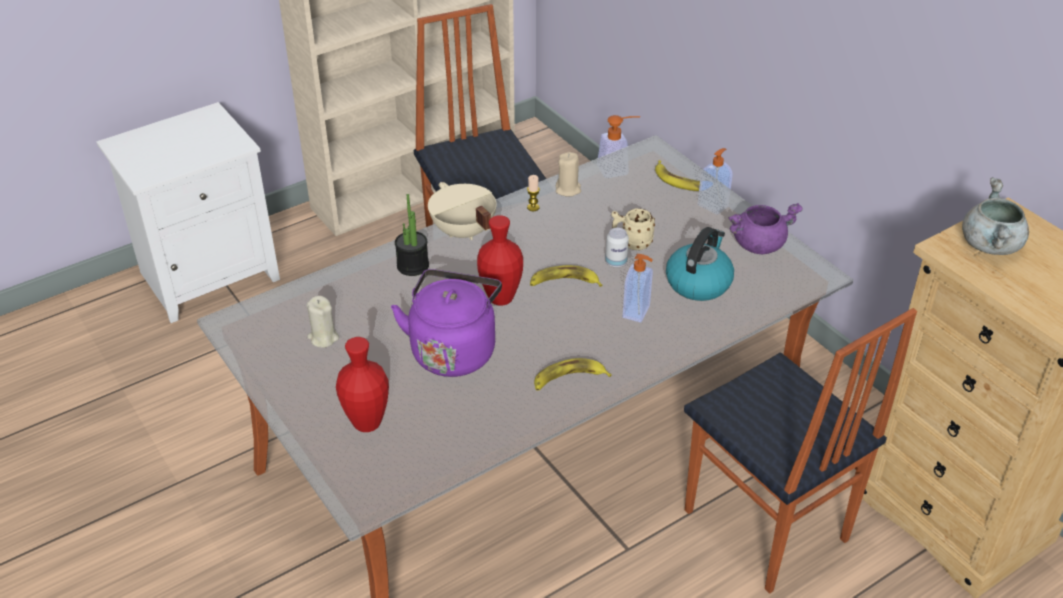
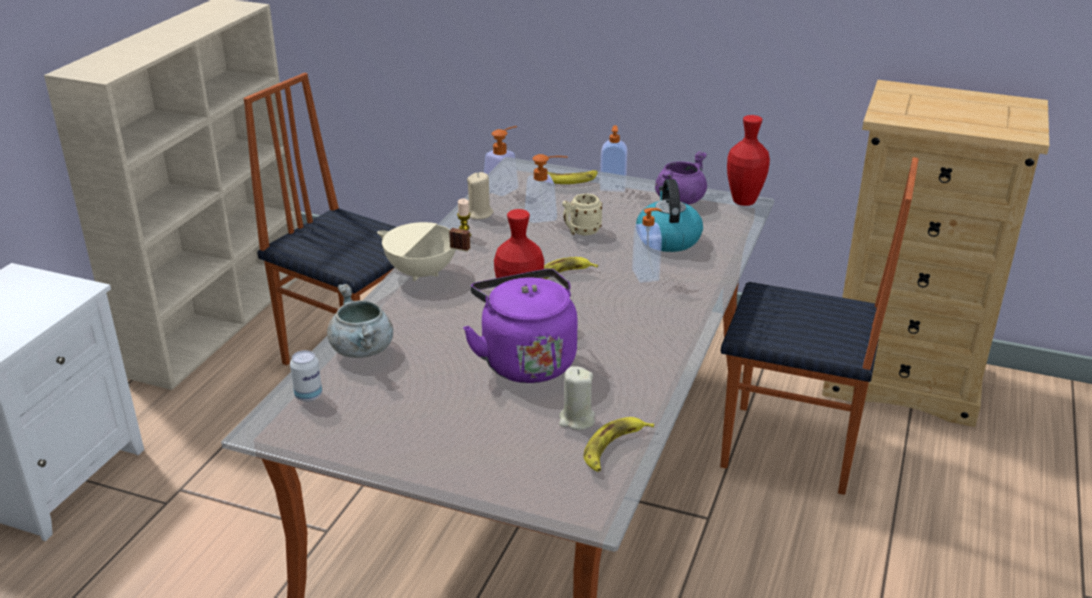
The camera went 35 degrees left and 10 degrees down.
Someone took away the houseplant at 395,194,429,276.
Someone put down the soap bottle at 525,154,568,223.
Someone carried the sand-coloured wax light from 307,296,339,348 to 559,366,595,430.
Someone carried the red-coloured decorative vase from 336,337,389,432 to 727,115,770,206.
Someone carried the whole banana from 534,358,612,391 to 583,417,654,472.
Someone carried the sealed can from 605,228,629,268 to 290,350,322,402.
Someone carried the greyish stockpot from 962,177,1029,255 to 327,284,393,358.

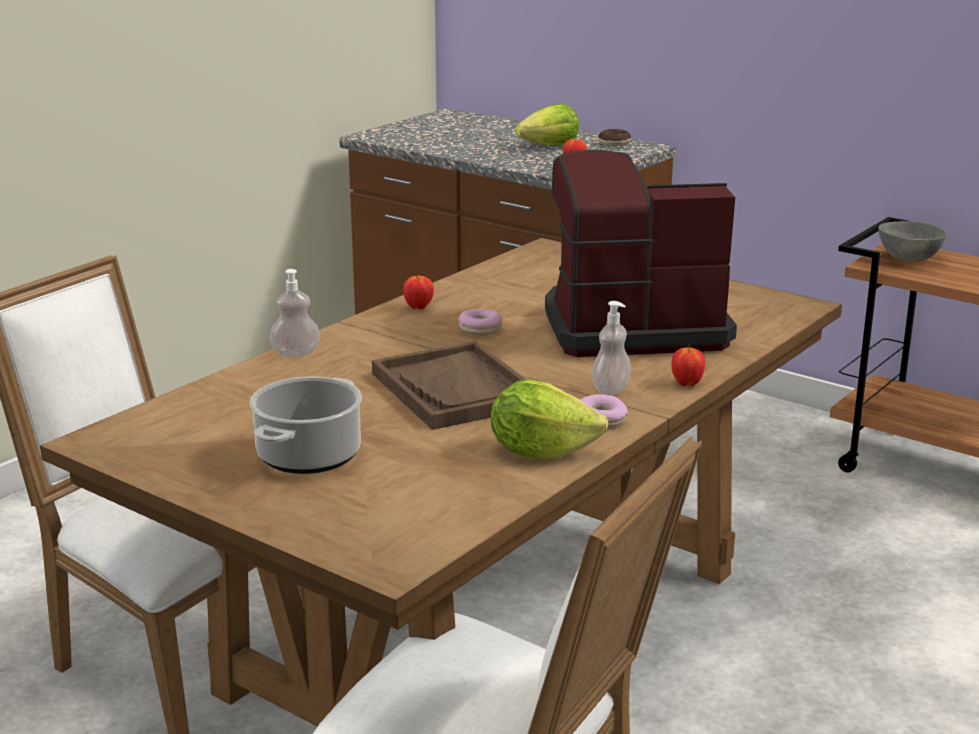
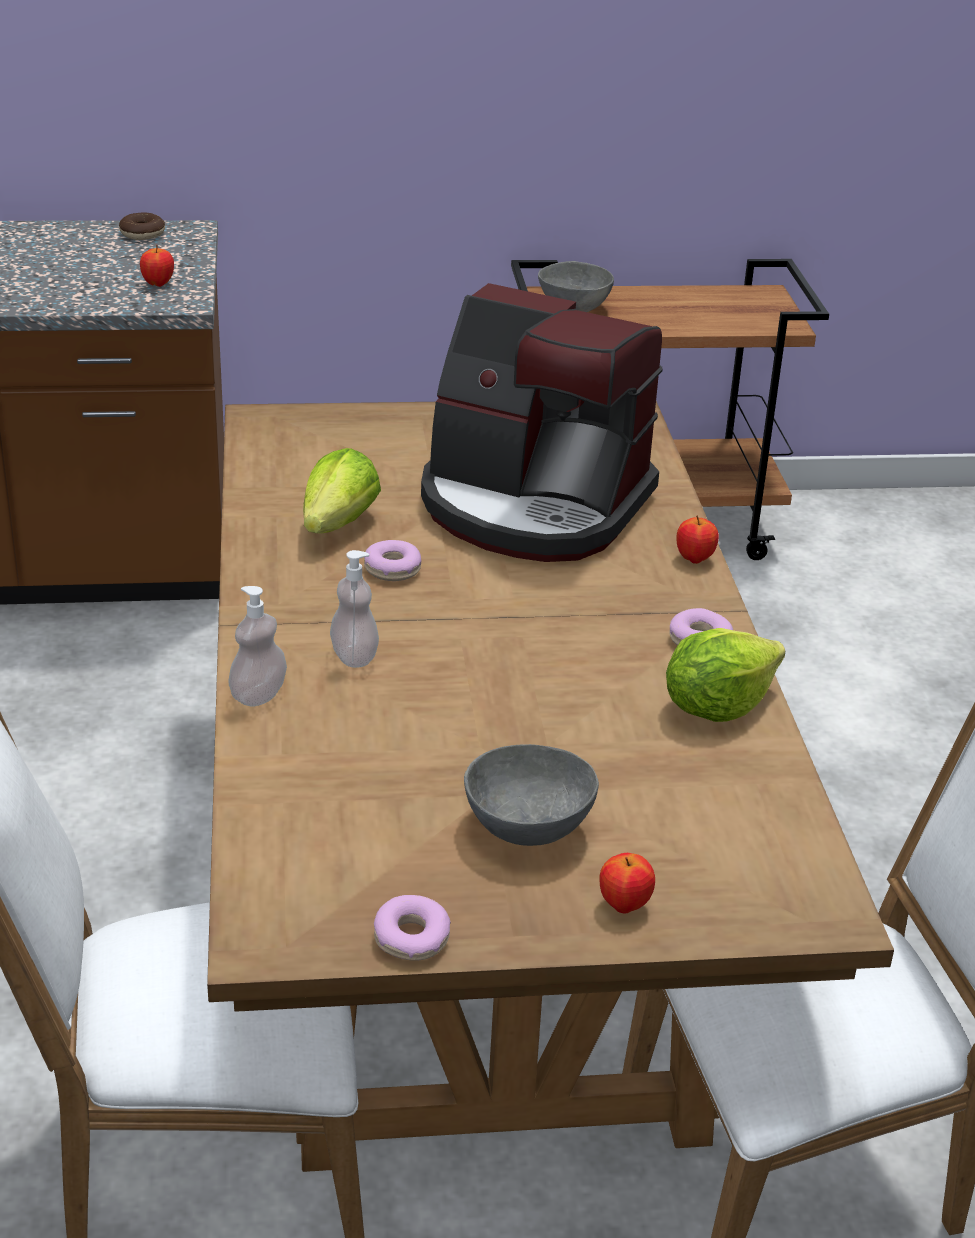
The camera went 45 degrees left and 10 degrees up.
Someone took away the brown-coloured carrying tray at 372,341,526,430.
Someone put down the ring doughnut at 374,895,451,961.
Someone carried the apple fruit from 403,273,434,310 to 599,853,655,914.
Someone carried the lettuce head from 516,104,579,145 to 303,448,381,534.
Someone carried the soap bottle from 592,301,631,395 to 330,550,379,668.
Someone swapped the stockpot at 249,376,362,474 for the greyish serving bowl at 464,744,599,846.
Someone rotated the coffee brewer at 545,150,737,357 by 105 degrees counterclockwise.

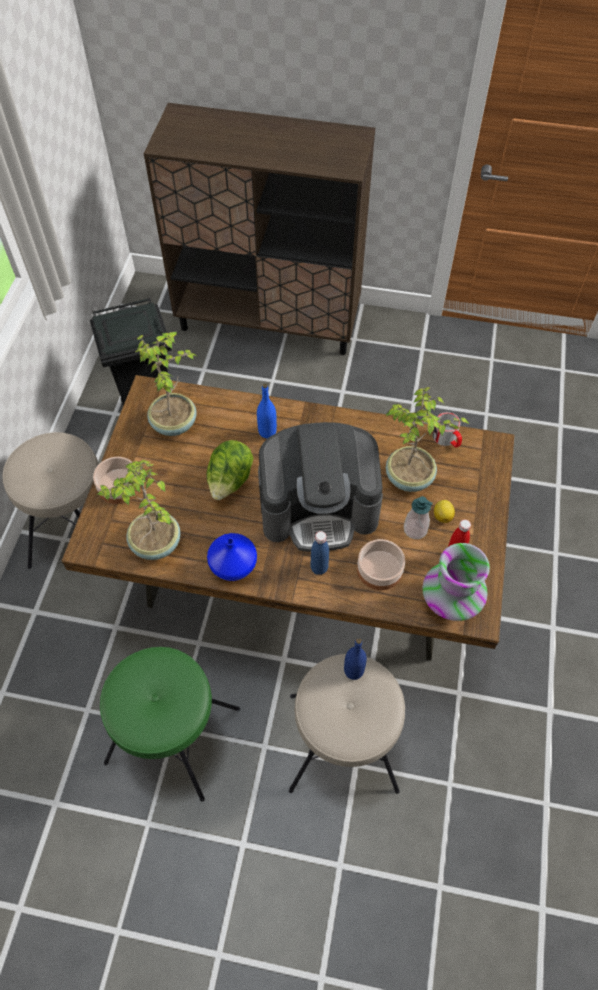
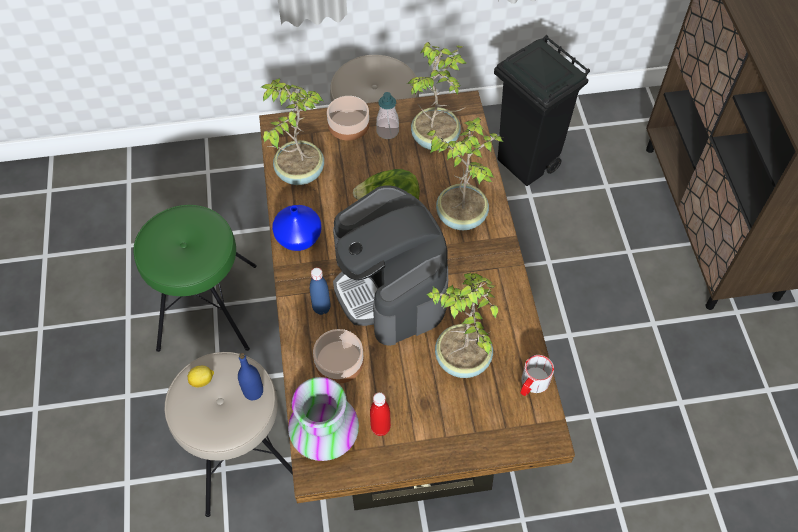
The camera went 70 degrees right and 0 degrees up.
Someone carried the soap bottle from 404,496,433,539 to 376,92,399,139.
Someone carried the citrus fruit from 434,500,455,523 to 187,366,214,387.
Someone swapped the blue-coloured drink bottle at 257,384,277,438 for the houseplant at 427,117,503,230.

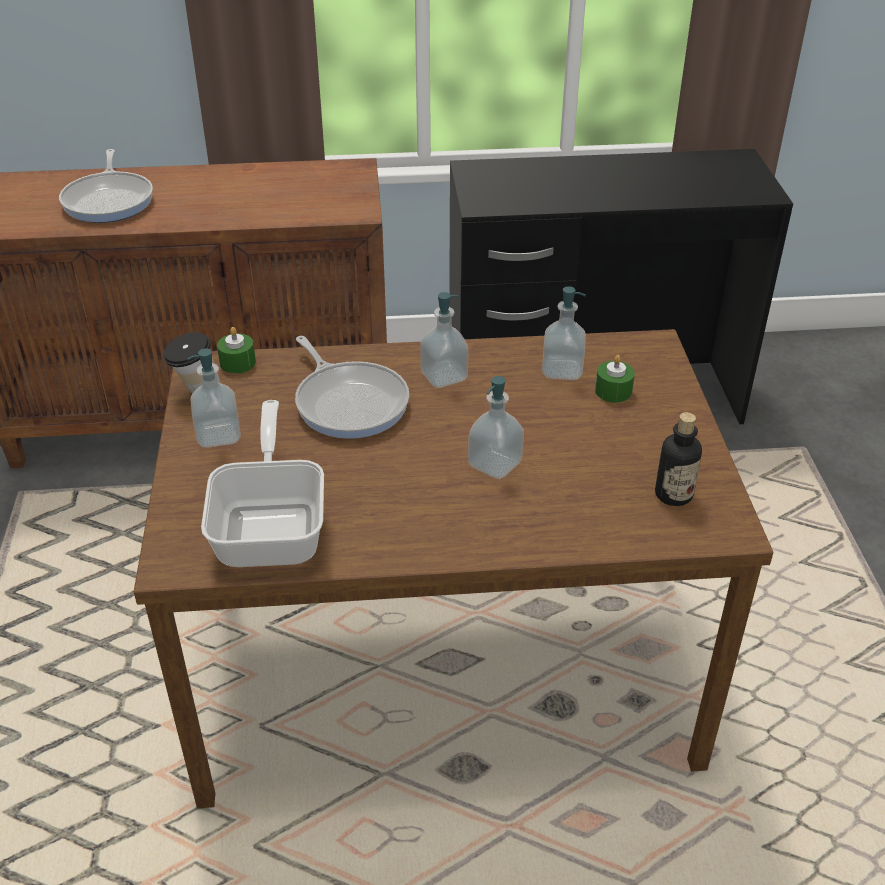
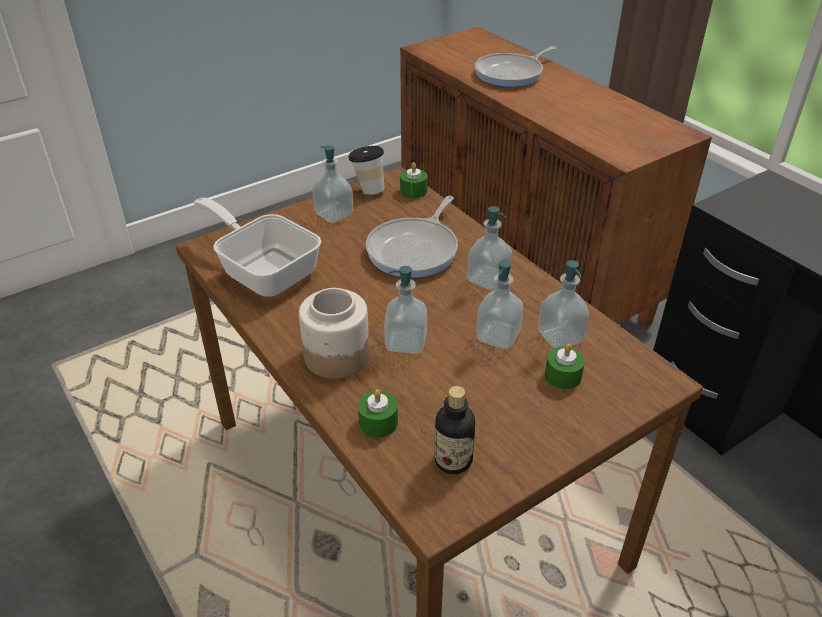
The camera went 60 degrees right and 0 degrees up.
Someone put down the jar at 299,288,369,379.
Someone put down the greenish wax light at 358,389,398,438.
Someone put down the soap bottle at 476,260,524,349.
Someone rotated the pan at 201,400,324,567 by 105 degrees counterclockwise.

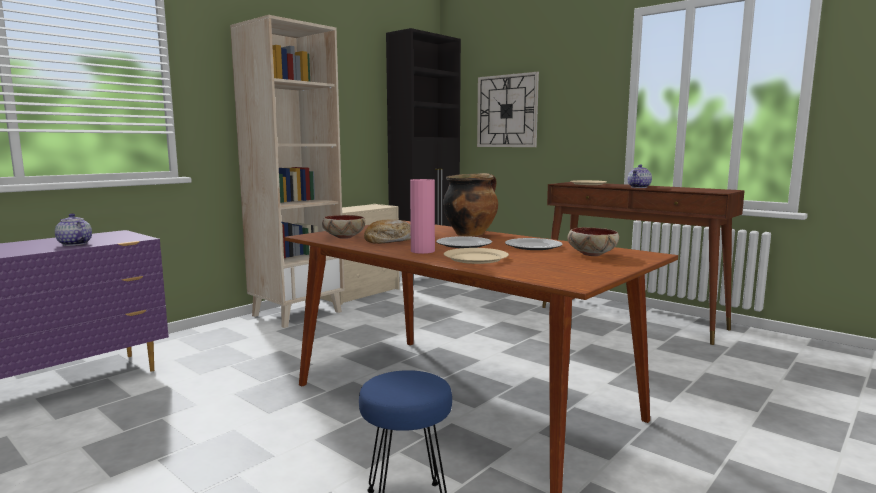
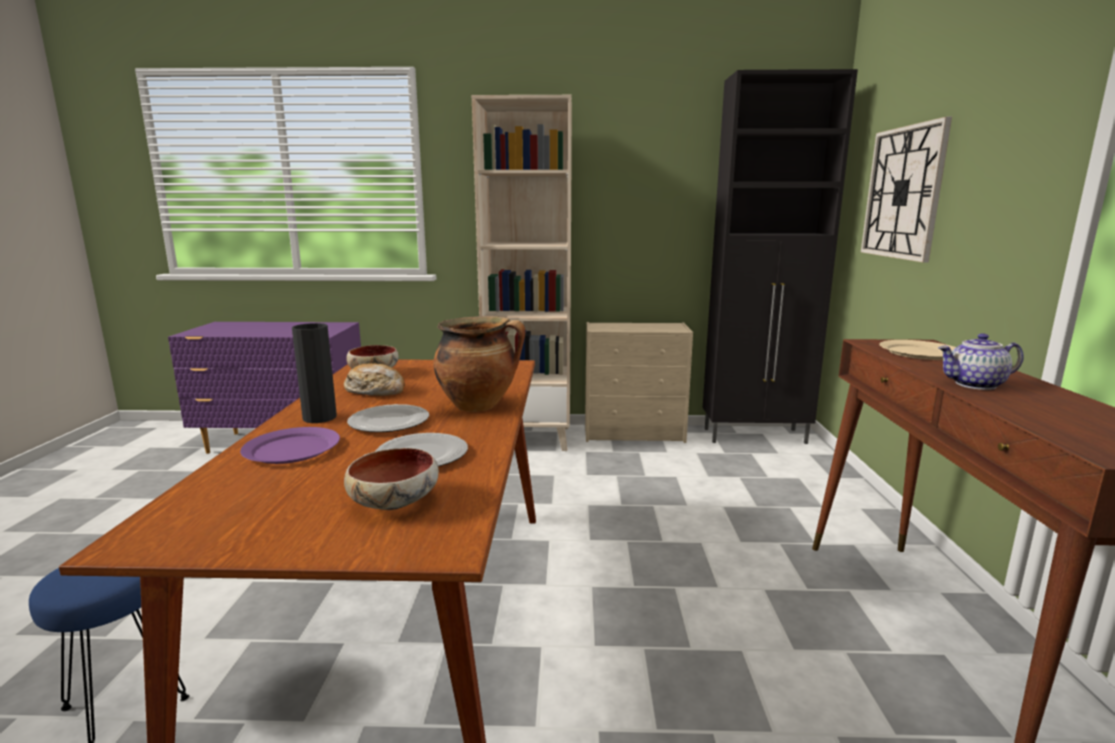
The camera went 50 degrees right and 5 degrees up.
Someone took away the teapot at 55,213,92,246.
Someone repainted the pink decorative vase at 410,179,435,254, which became the black-coloured decorative vase at 292,323,337,423.
Someone repainted the sand-coloured flat dish at 444,248,509,264, which became the purple-coloured flat dish at 240,427,340,464.

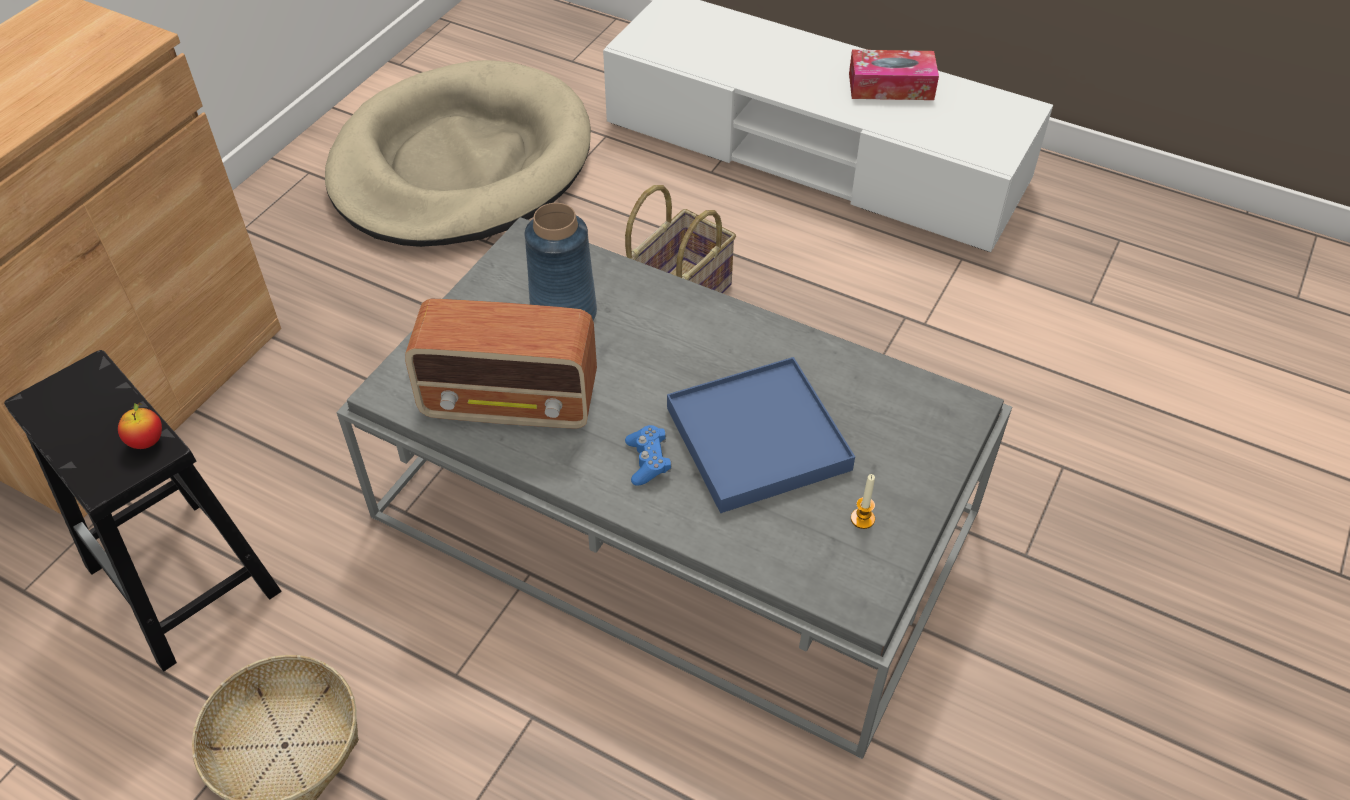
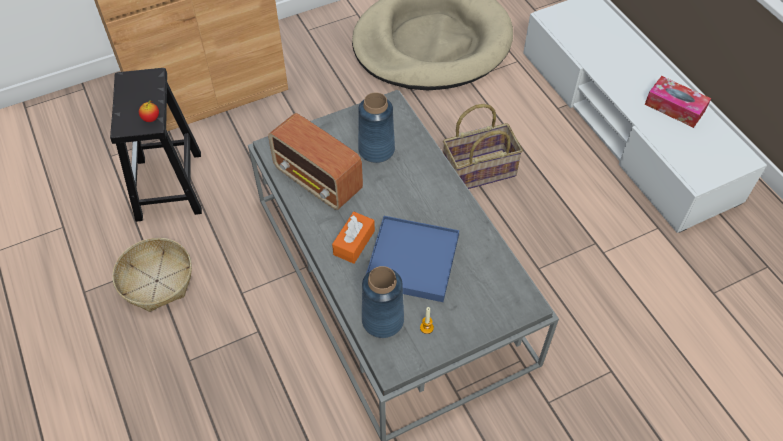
The camera went 35 degrees right and 5 degrees up.
Someone put down the blue-coloured decorative vase at 362,266,404,338.
Someone swapped the blue-coloured joypad at 625,425,672,486 for the orange-coloured tissue holder at 332,212,375,264.

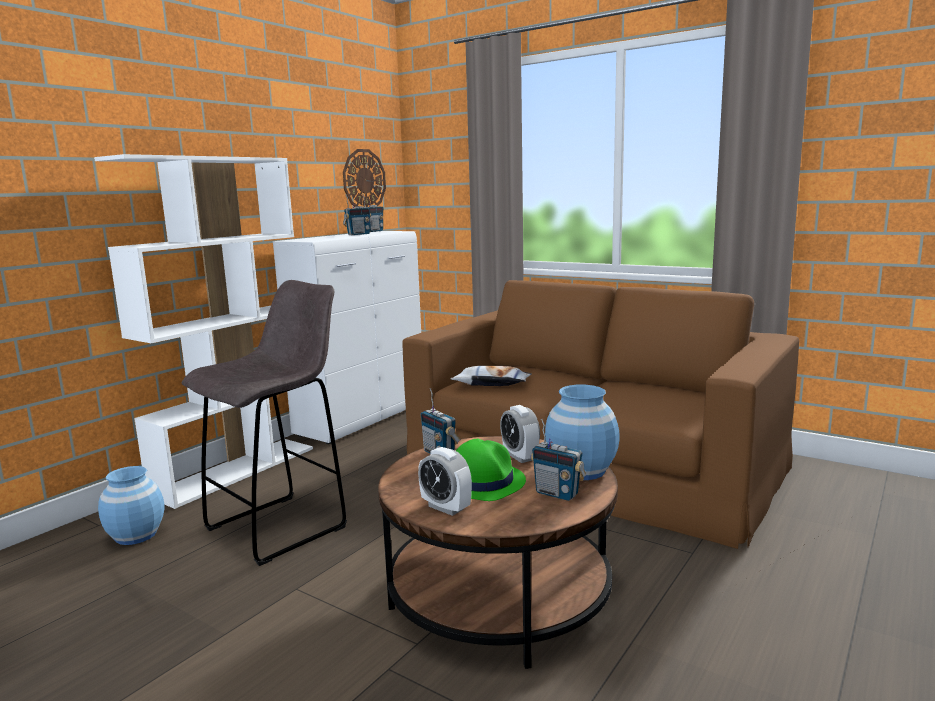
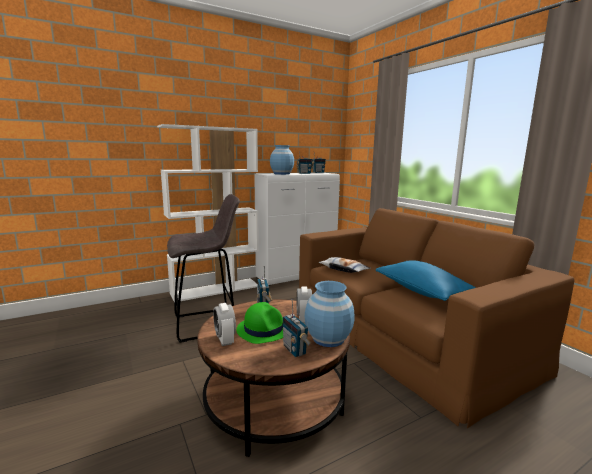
The camera went 25 degrees right and 0 degrees up.
Someone took away the clock on the wall at 343,149,386,207.
Someone put down the blue-coloured cushion at 376,260,476,301.
Someone carried the blue-coloured decorative vase from 98,466,164,545 to 270,145,294,175.

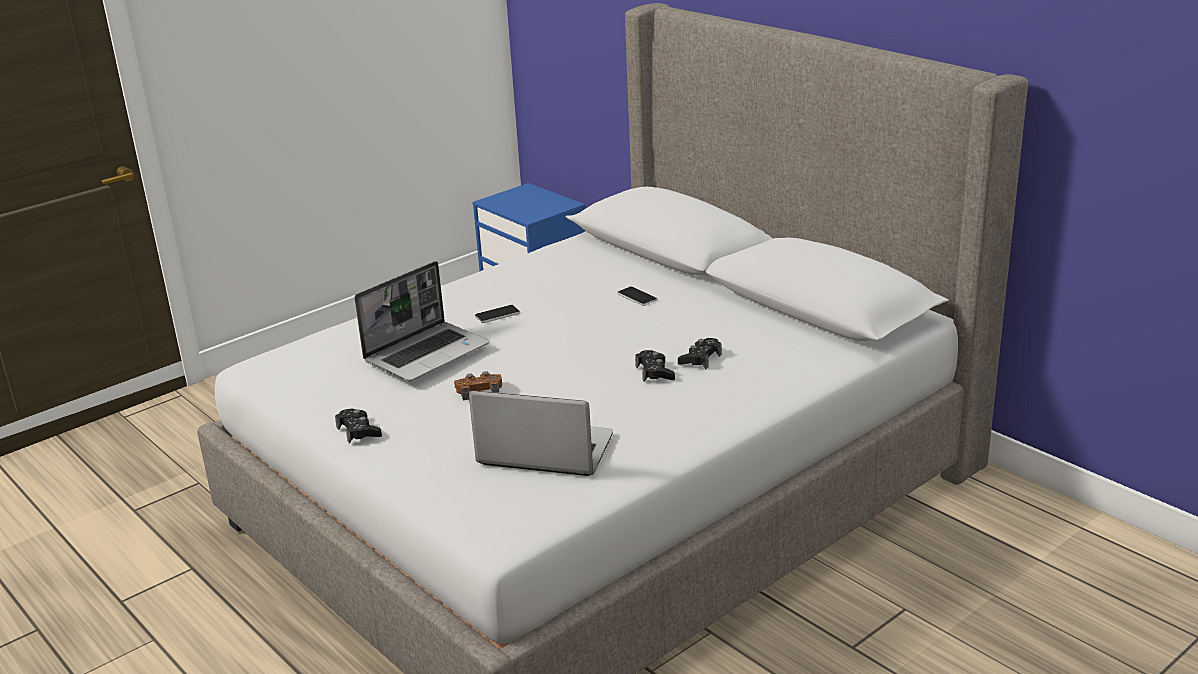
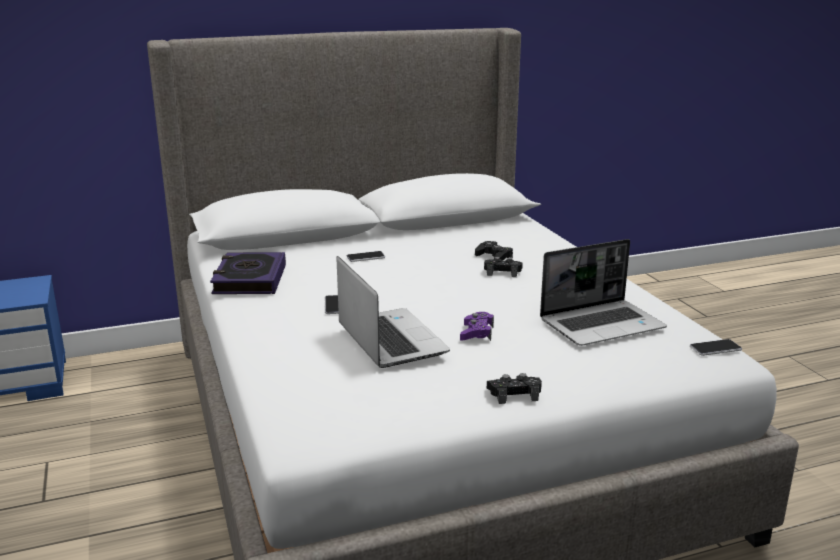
The camera went 70 degrees left and 5 degrees down.
Someone put down the volume at 210,252,286,294.
Someone put down the phone at 690,339,742,356.
Someone repainted the brown-coloured joypad at 454,371,502,400, which became the purple-coloured joypad at 460,312,494,341.
Someone rotated the portable computer at 469,390,613,476 by 150 degrees counterclockwise.

